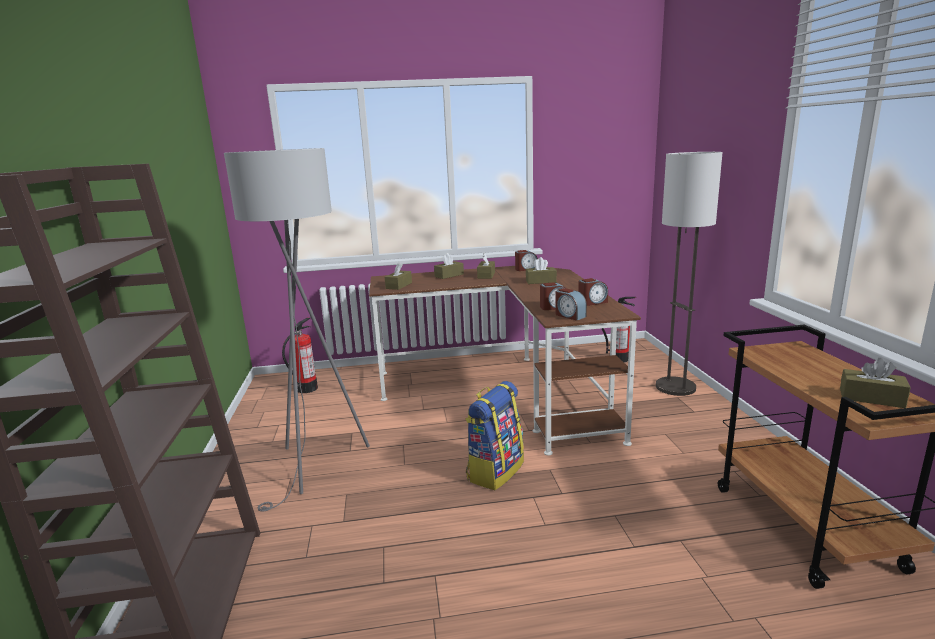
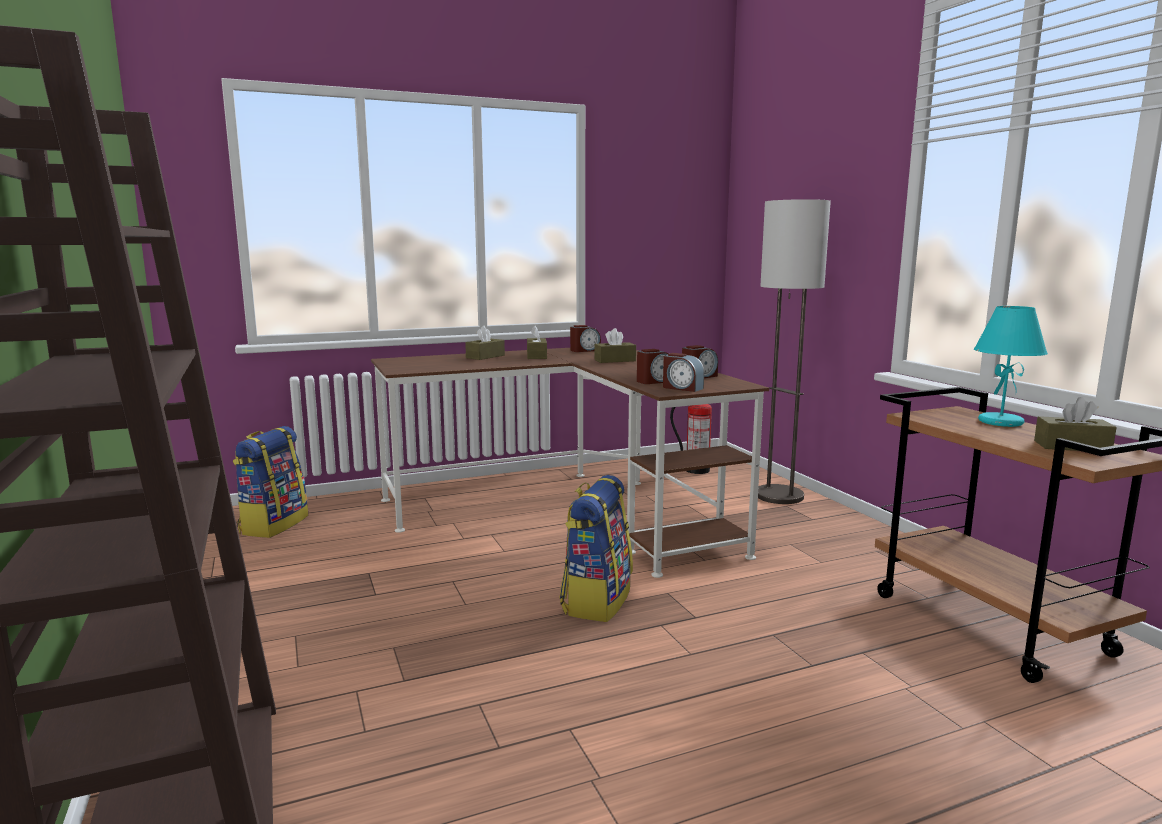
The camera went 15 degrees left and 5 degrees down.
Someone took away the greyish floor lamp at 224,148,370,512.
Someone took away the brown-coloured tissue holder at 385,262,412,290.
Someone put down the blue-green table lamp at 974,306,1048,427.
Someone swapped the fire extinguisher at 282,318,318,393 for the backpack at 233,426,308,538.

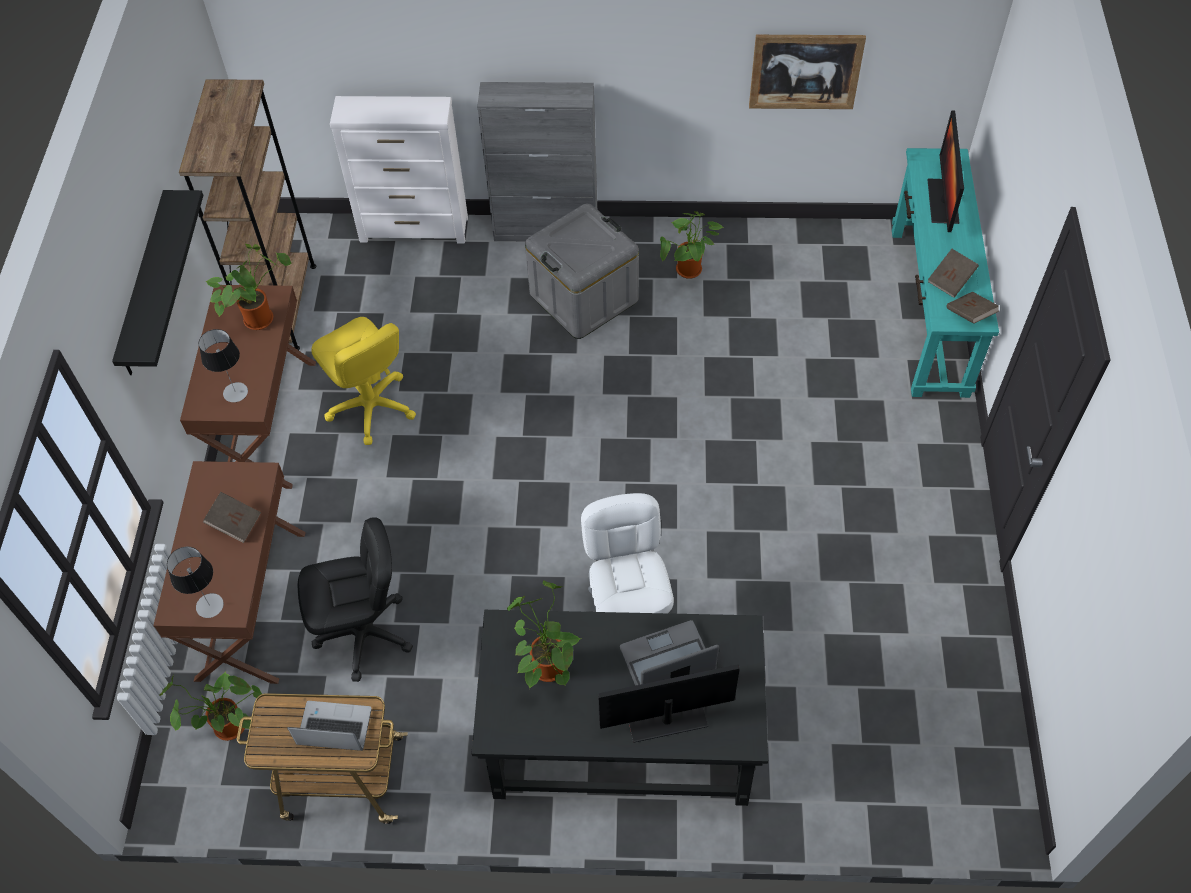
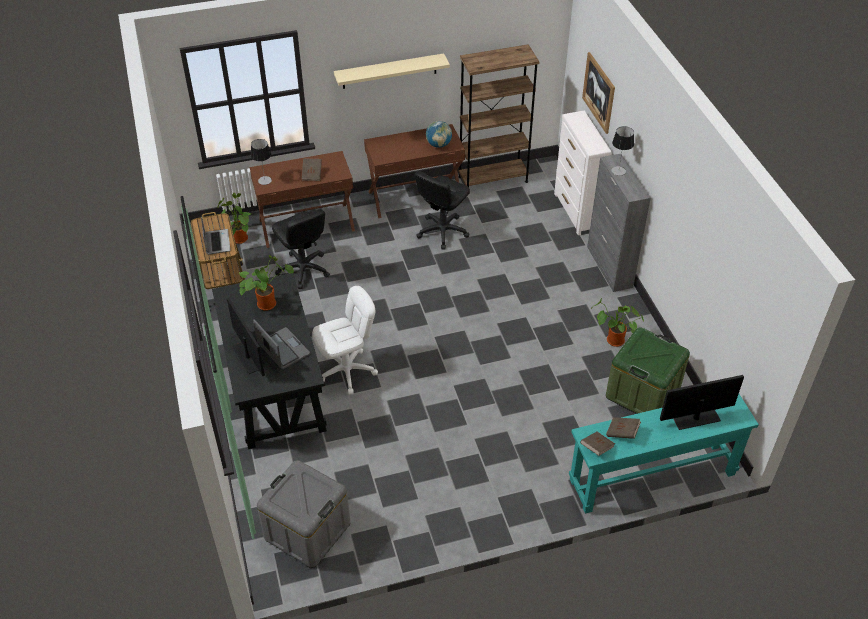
The camera went 70 degrees right and 10 degrees down.
Someone put down the greenish storage container at 606,327,690,414.
Someone carried the table lamp from 199,329,248,402 to 612,126,634,176.
Someone carried the greyish storage container from 525,203,639,339 to 257,460,350,568.
Someone carried the wall picture from 749,35,866,109 to 582,52,615,134.
Someone swapped the houseplant at 206,244,291,330 for the desk globe at 426,121,452,148.
Someone repainted the black-coloured wall shelf at 112,190,203,375, which became the sand-coloured wall shelf at 334,53,450,89.
Someone repainted the yellow-coloured office chair at 311,317,416,445, which became the black-coloured office chair at 414,171,470,250.

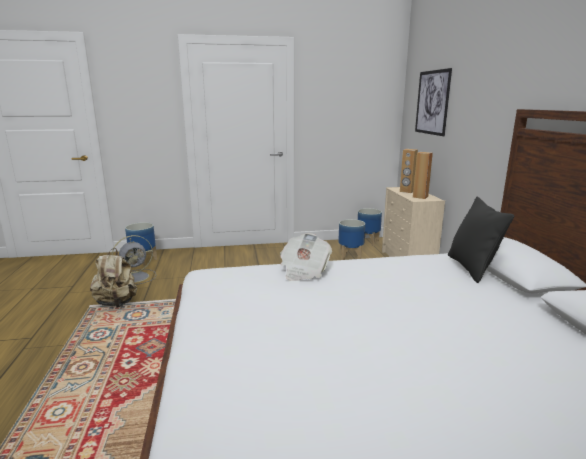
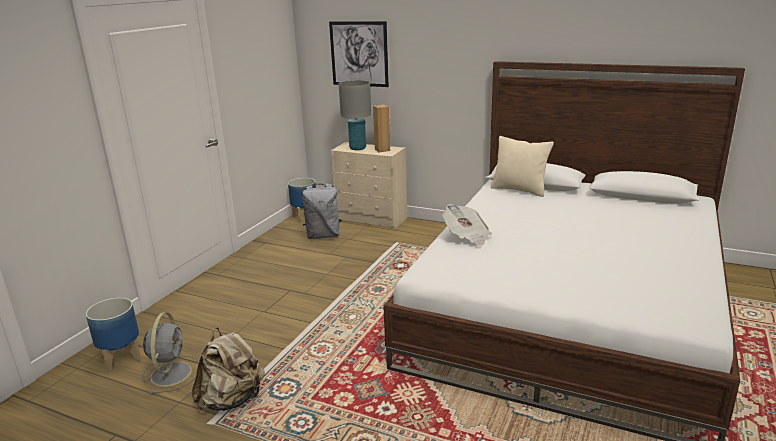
The camera went 55 degrees left and 5 degrees up.
Someone swapped the plant pot at 338,219,365,260 for the greyish backpack at 302,184,342,239.
Someone swapped the brown-coloured loudspeaker at 400,149,418,193 for the greyish table lamp at 339,80,371,150.
Someone repainted the black-coloured cushion at 448,197,514,283, which became the sand-coloured cushion at 491,136,554,197.

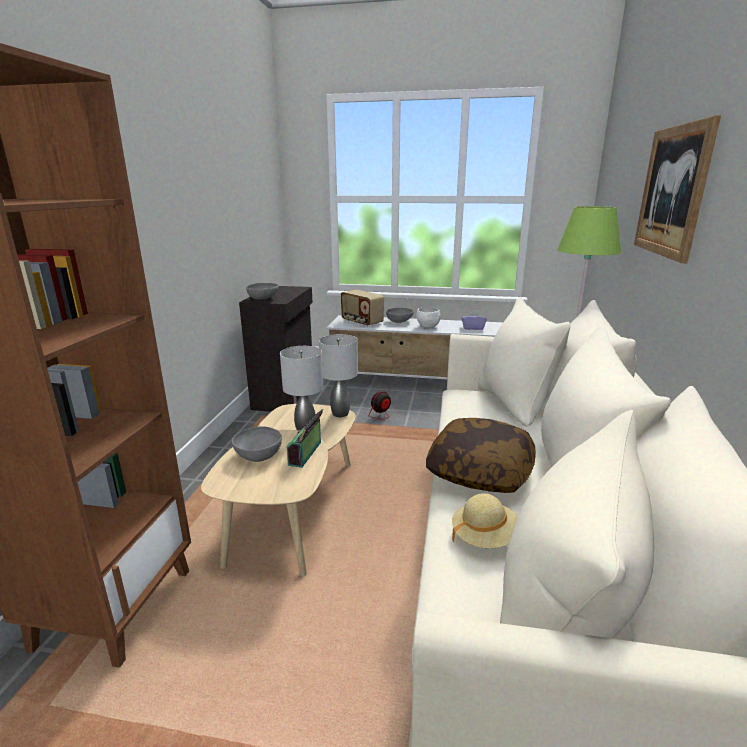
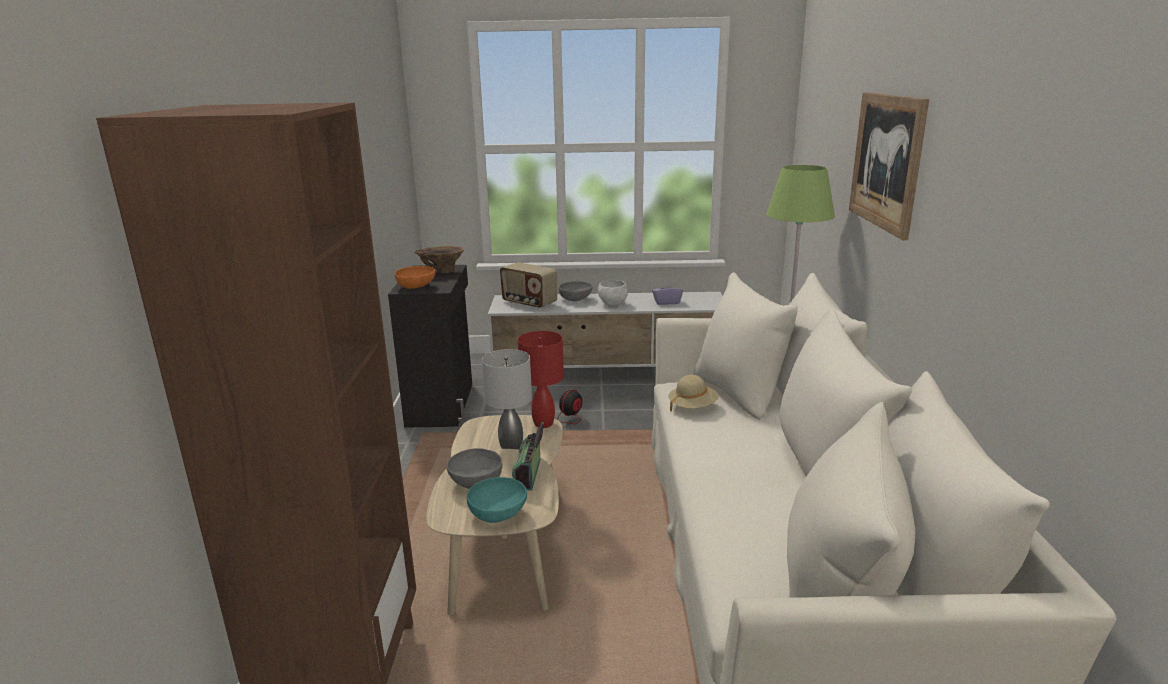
The camera went 10 degrees left and 0 degrees up.
Someone took away the cushion at 426,418,536,493.
Someone put down the brown-coloured decorative vase at 415,246,464,274.
Someone put down the blue-green serving bowl at 467,477,527,523.
Someone carried the sand-coloured hat from 452,493,518,548 to 668,375,719,411.
Someone repainted the greyish serving bowl at 246,283,278,300, which became the orange-coloured serving bowl at 395,266,435,289.
Someone repainted the greyish table lamp at 319,334,358,417, which became the red-coloured table lamp at 518,331,564,428.

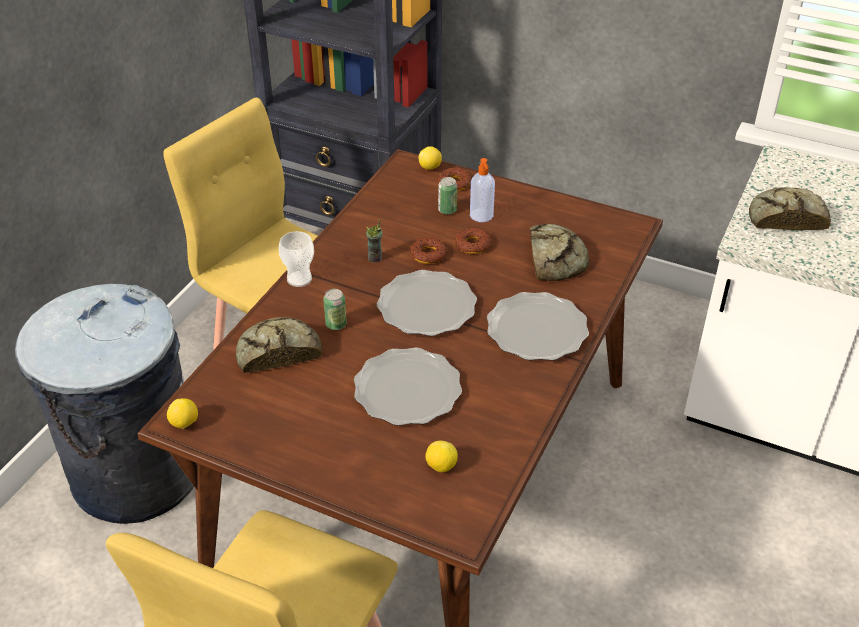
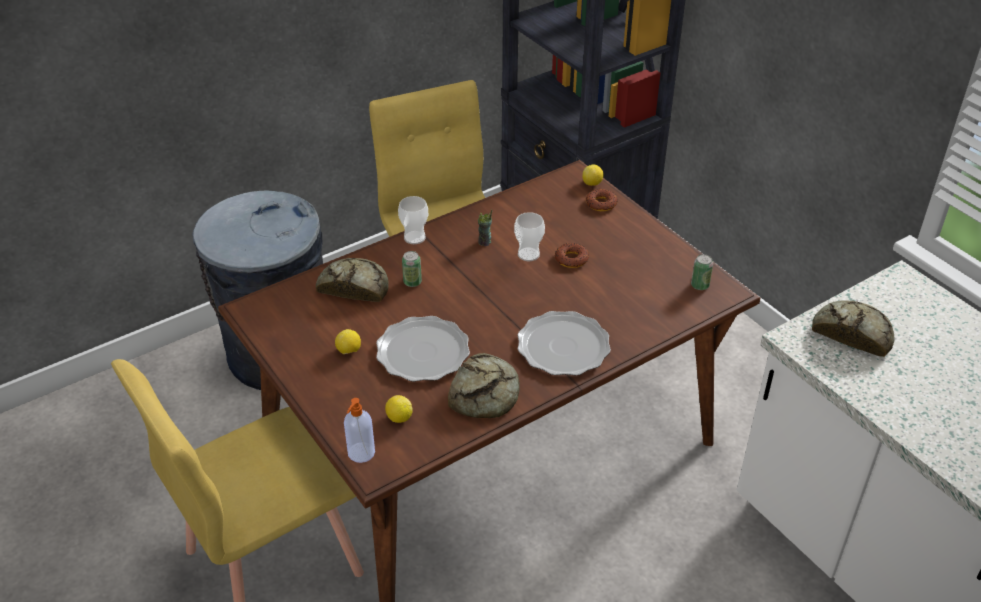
The camera went 30 degrees right and 0 degrees up.
Someone took away the flat dish at 377,270,477,336.
Someone carried the citrus fruit from 167,398,198,429 to 335,329,361,354.
Someone carried the sealed can from 438,177,457,215 to 691,254,713,290.
Someone carried the soap bottle from 470,158,495,222 to 344,398,375,463.
Someone carried the bakery bread from 530,224,589,281 to 448,353,520,418.
Someone swapped the ring doughnut at 410,237,447,264 for the small cup at 514,212,545,261.

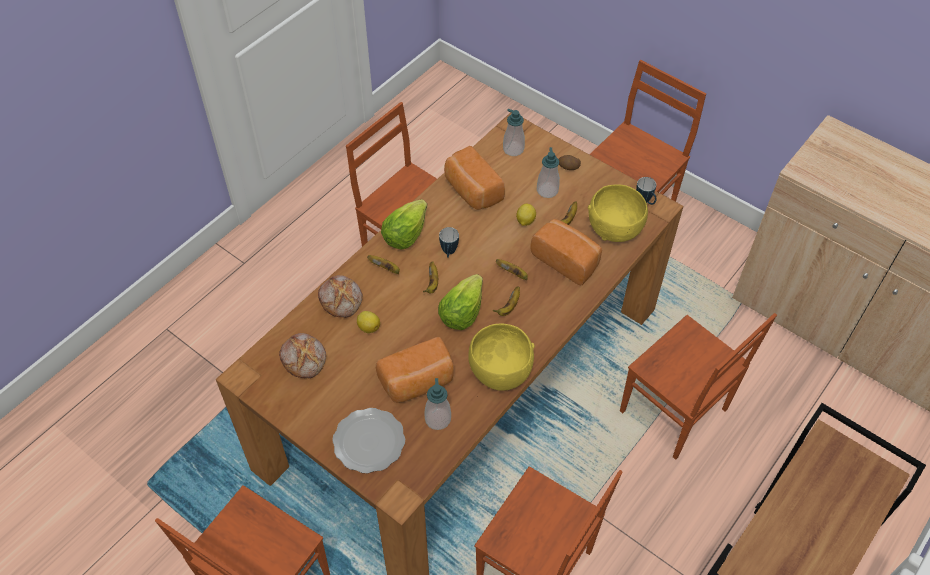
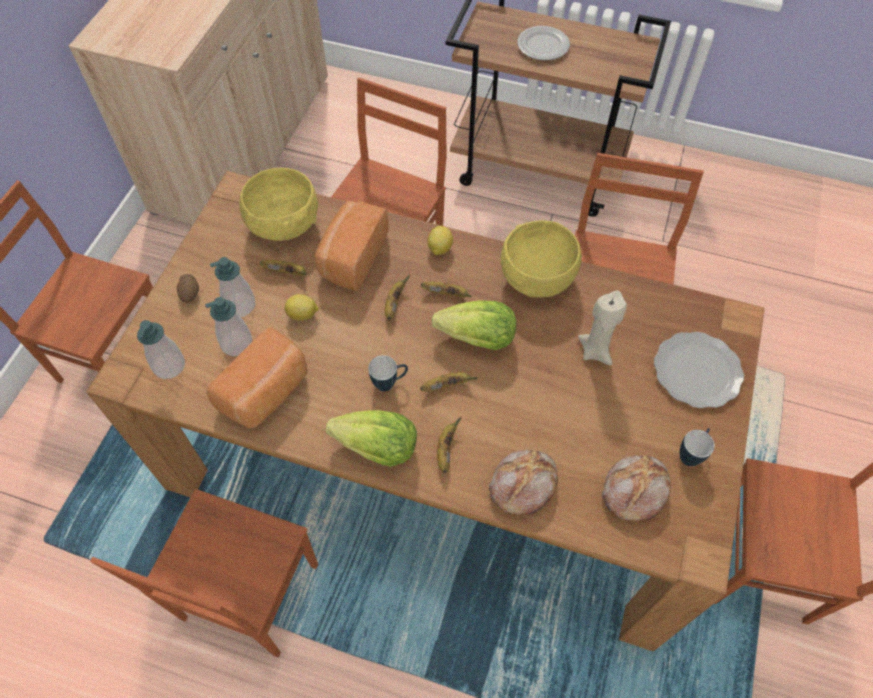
The camera went 110 degrees left and 5 degrees up.
Someone put down the flat dish at 517,26,570,60.
Someone carried the citrus fruit from 357,311,380,333 to 427,226,453,255.
Someone carried the soap bottle from 424,378,451,430 to 205,297,252,357.
Someone carried the tea mug from 636,177,657,205 to 680,428,715,466.
Someone swapped the bakery bread at 376,337,454,403 for the sand-coloured wax light at 578,291,627,365.

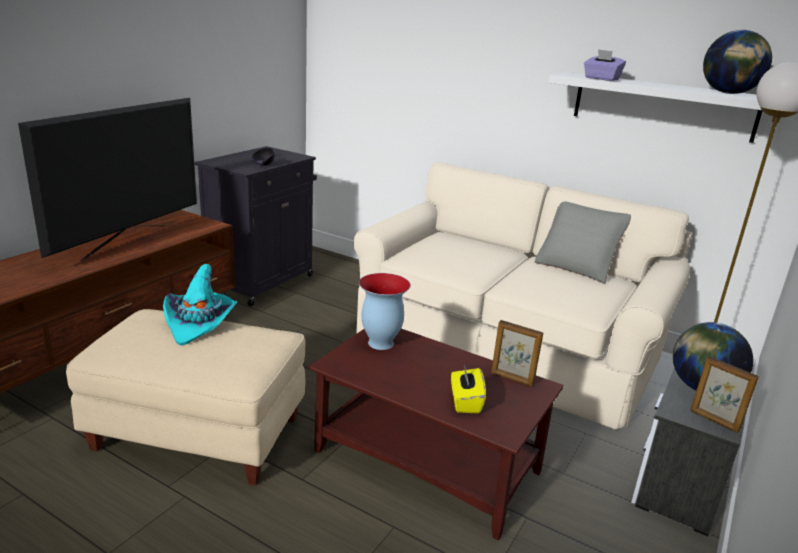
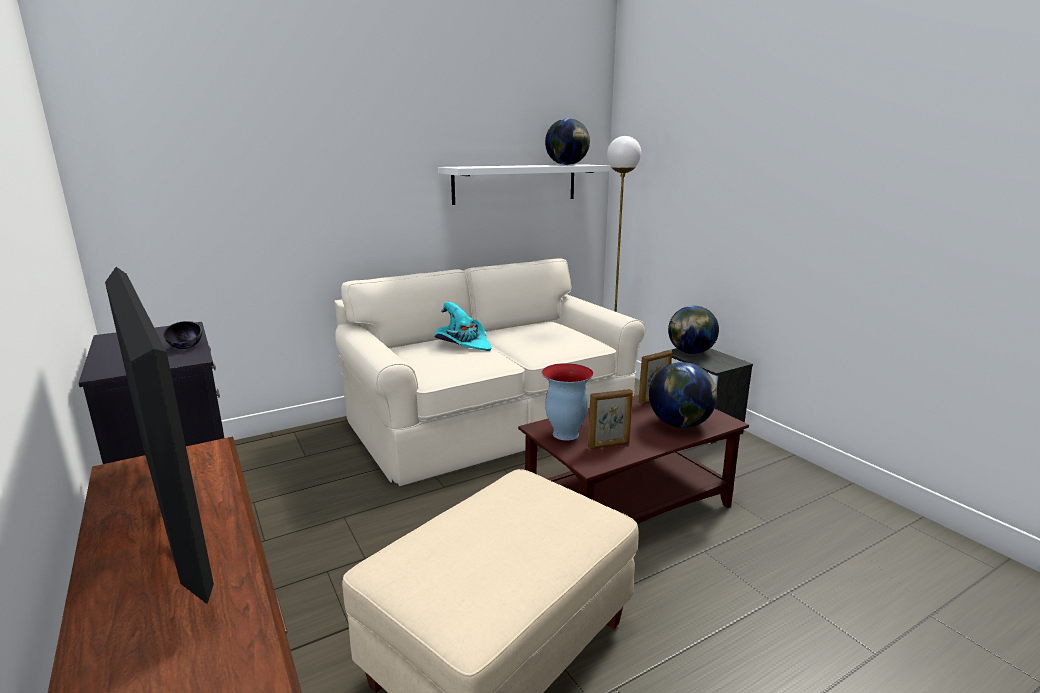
The camera went 60 degrees left and 5 degrees down.
Someone took away the greyish cushion at 535,201,631,284.
Someone took away the purple-coloured tissue holder at 584,49,626,81.
Someone carried the blue-green hat from 163,264,238,345 to 435,302,492,351.
Someone carried the standing frame from 690,356,759,433 to 588,389,633,449.
Someone swapped the yellow-coloured tissue holder at 451,364,486,414 for the desk globe at 649,362,717,428.

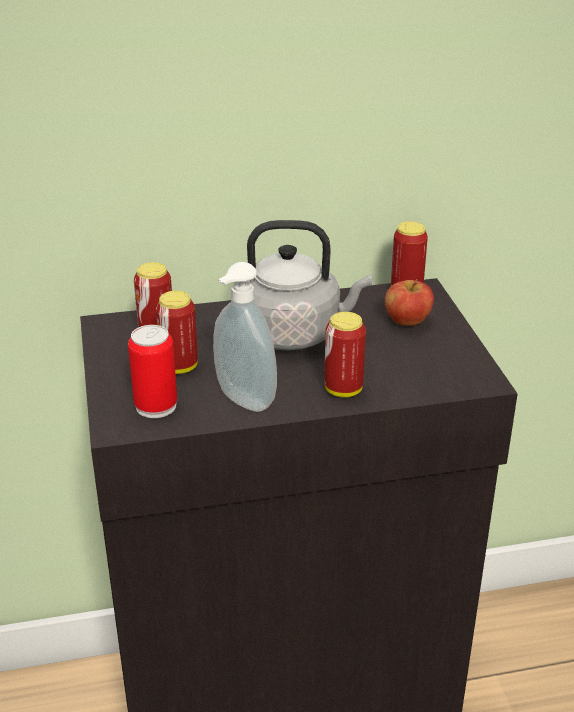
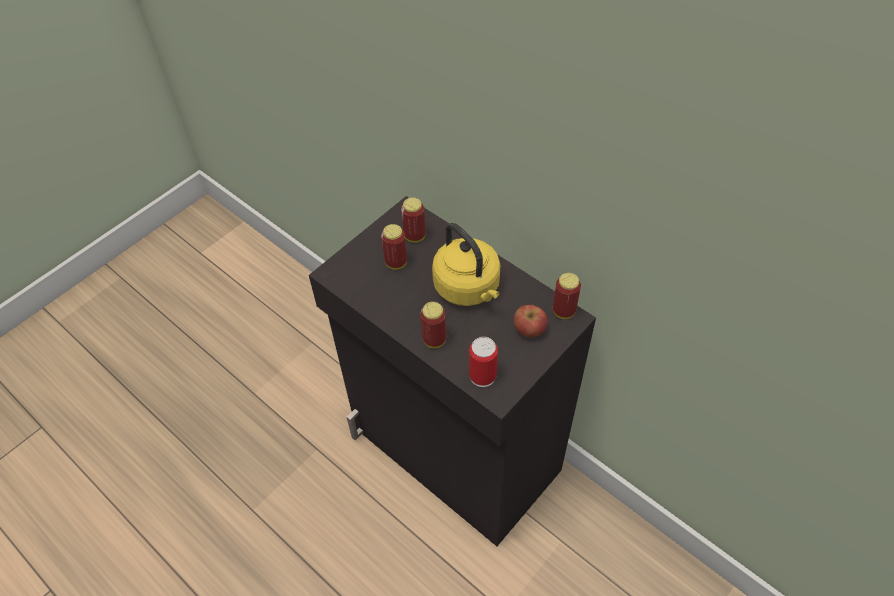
The camera went 55 degrees right and 20 degrees up.
Someone took away the soap bottle at 213,262,277,412.
Someone carried the sealed can from 128,325,177,418 to 469,337,498,387.
Someone repainted the greyish tea kettle at 246,220,372,351, which became the yellow-coloured tea kettle at 432,223,500,306.

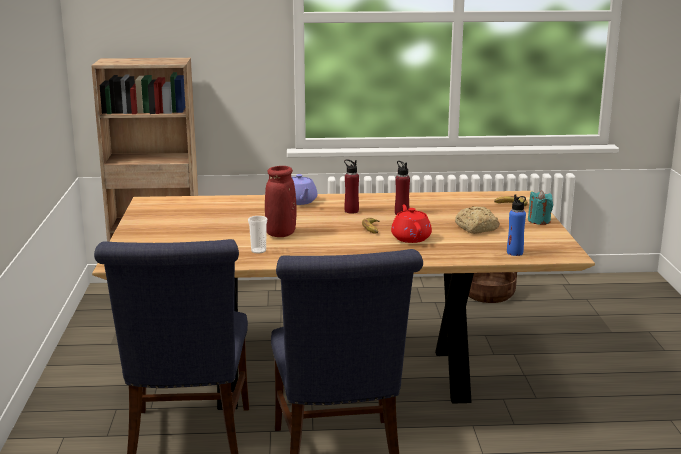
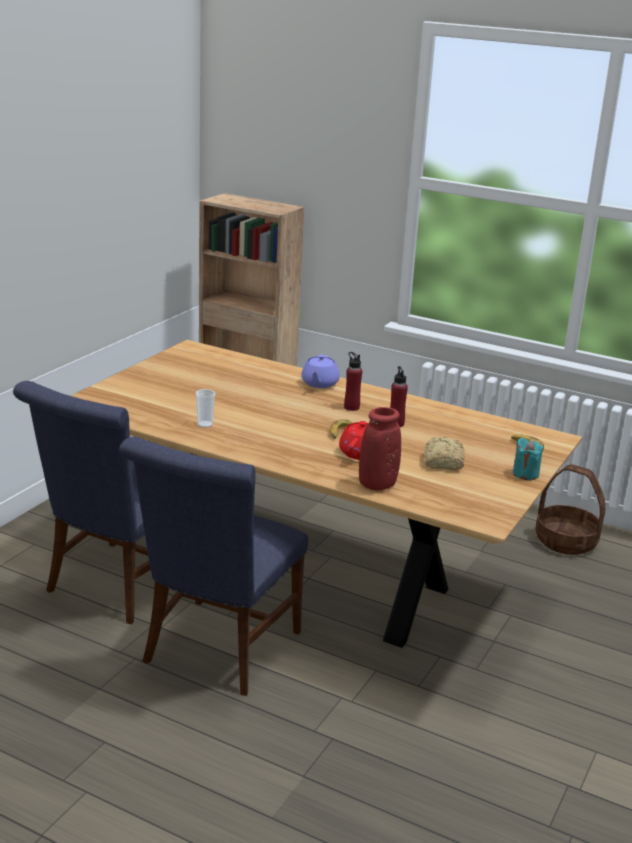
The camera went 30 degrees right and 5 degrees up.
Someone took away the blue-coloured drink bottle at 507,194,526,256.
Someone carried the red-coloured decorative vase from 265,166,297,237 to 359,407,401,490.

